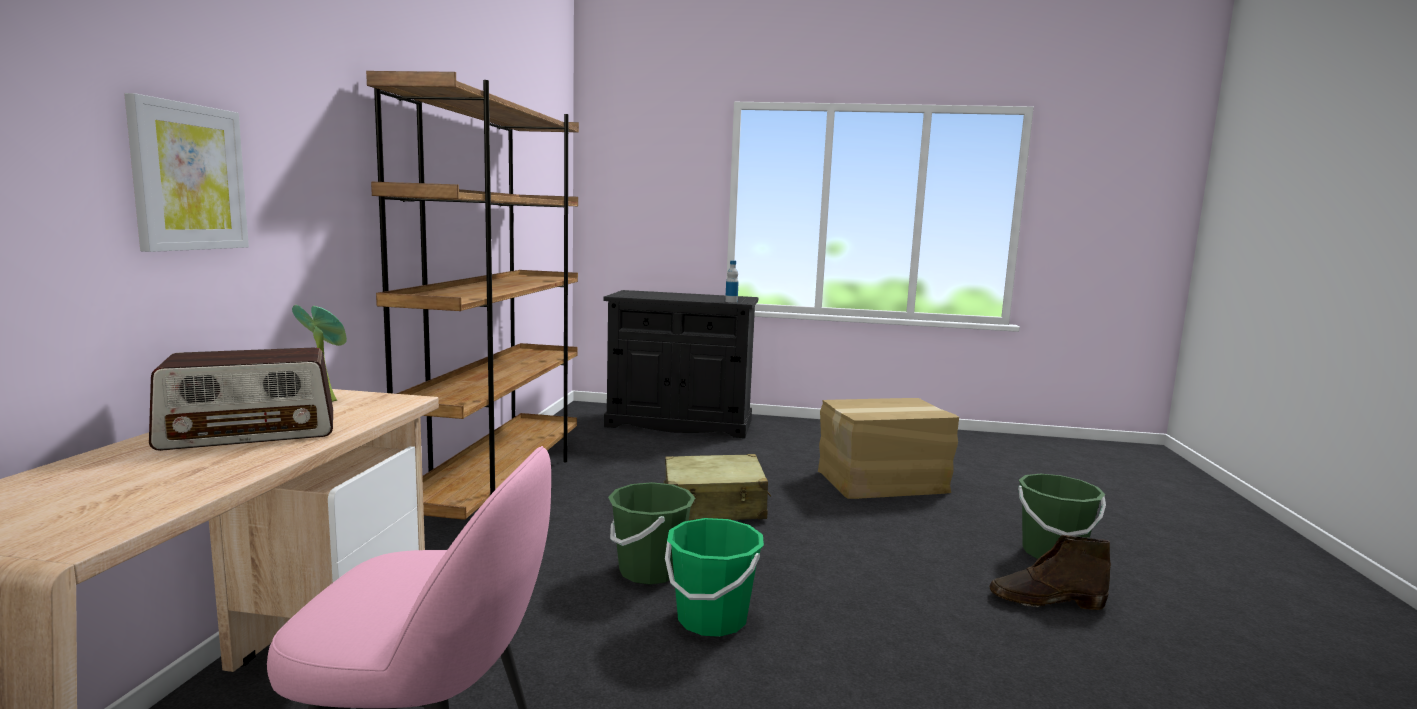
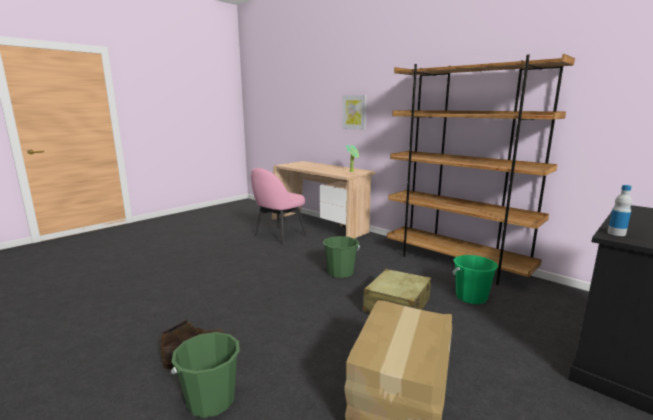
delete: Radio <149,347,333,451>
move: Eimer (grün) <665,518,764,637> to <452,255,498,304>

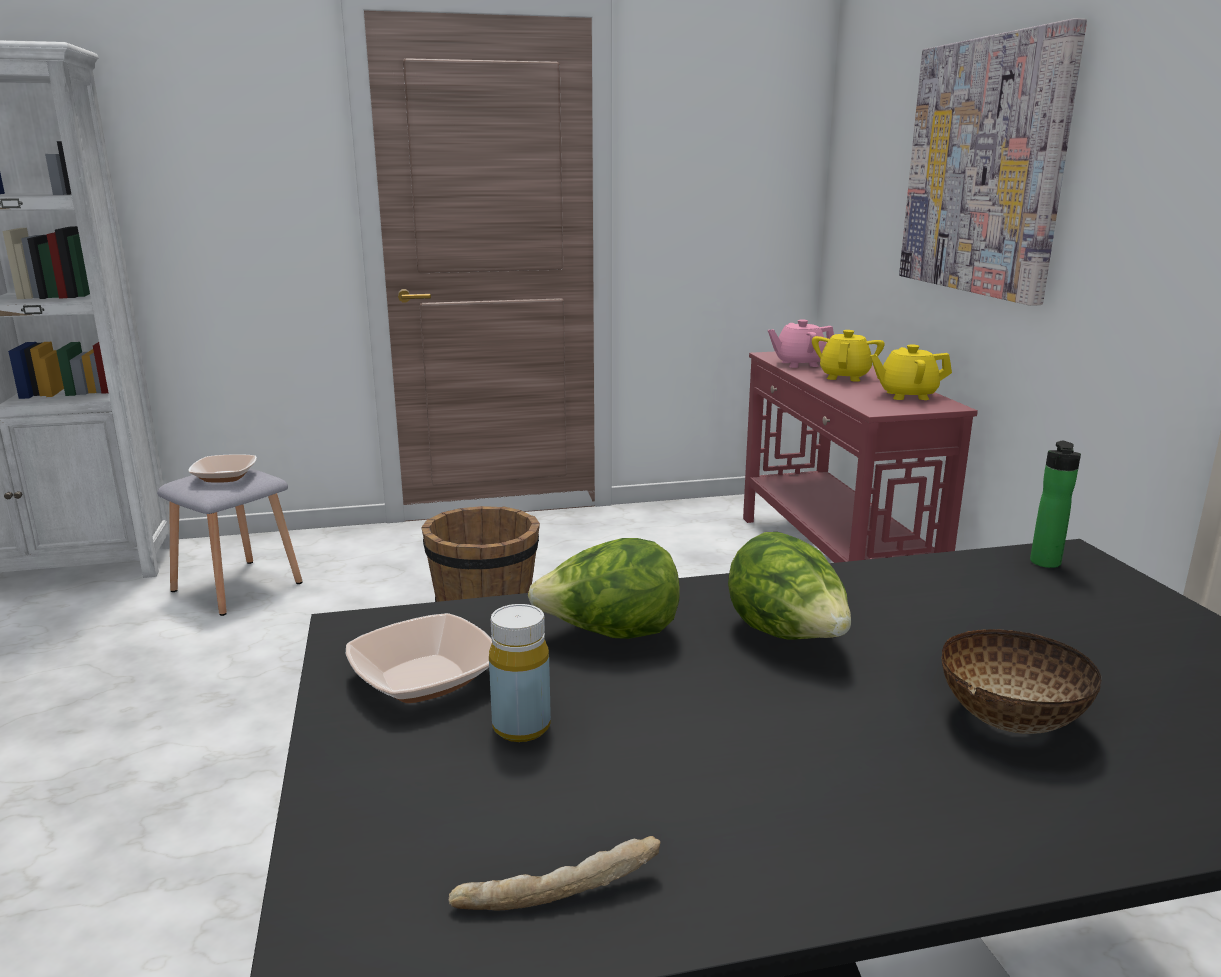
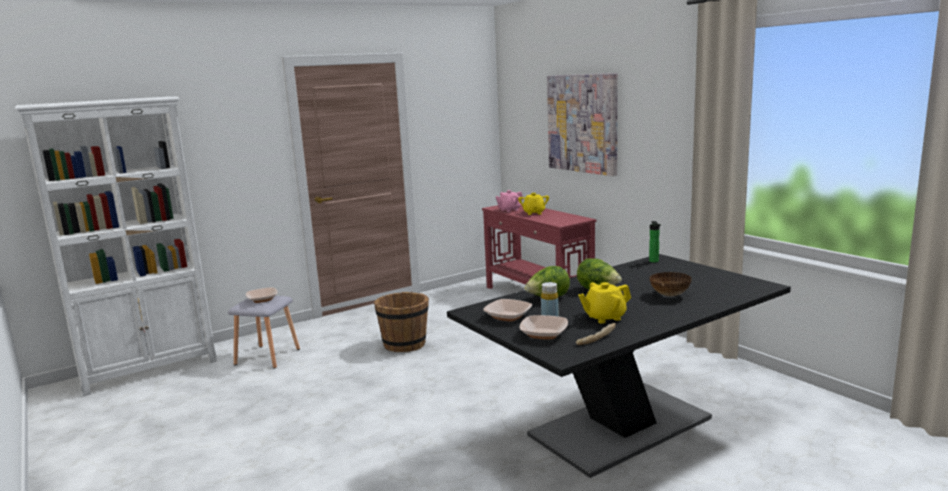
insert: Schüssel <519,315,568,339>
move: Teekanne (gelb) <870,344,952,400> to <578,282,631,323>

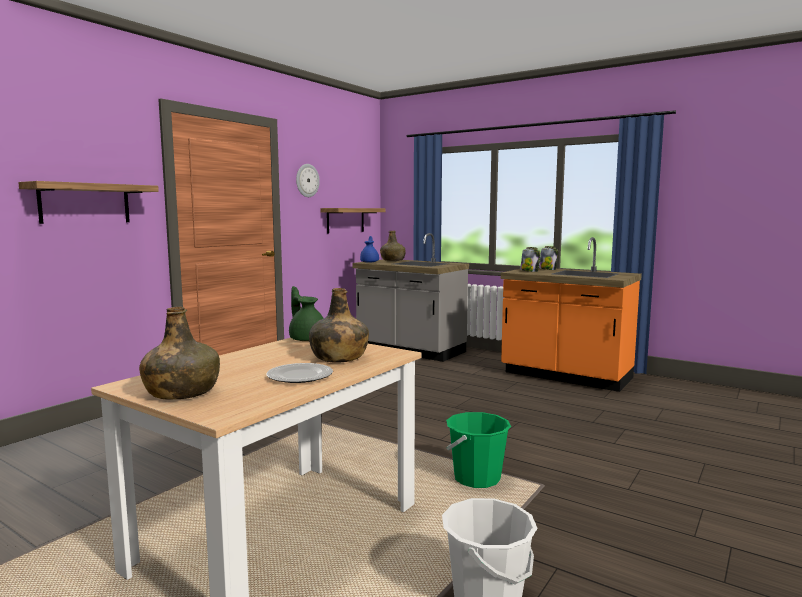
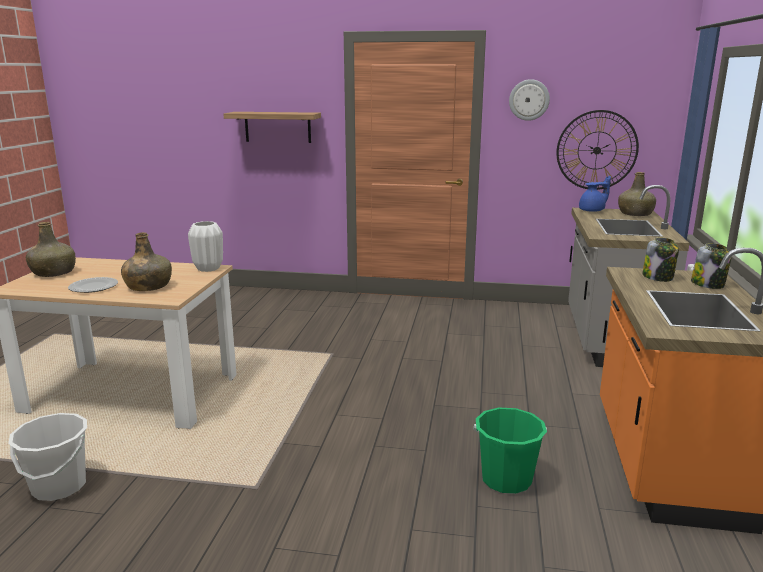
move: Eimer (grün) <446,412,511,488> to <474,407,547,494>
replace: Teekanne (grün) <289,286,324,341> to Vase (weiß) <188,221,223,272>; Wandregal <320,208,386,233> to Wanduhr <556,110,639,190>

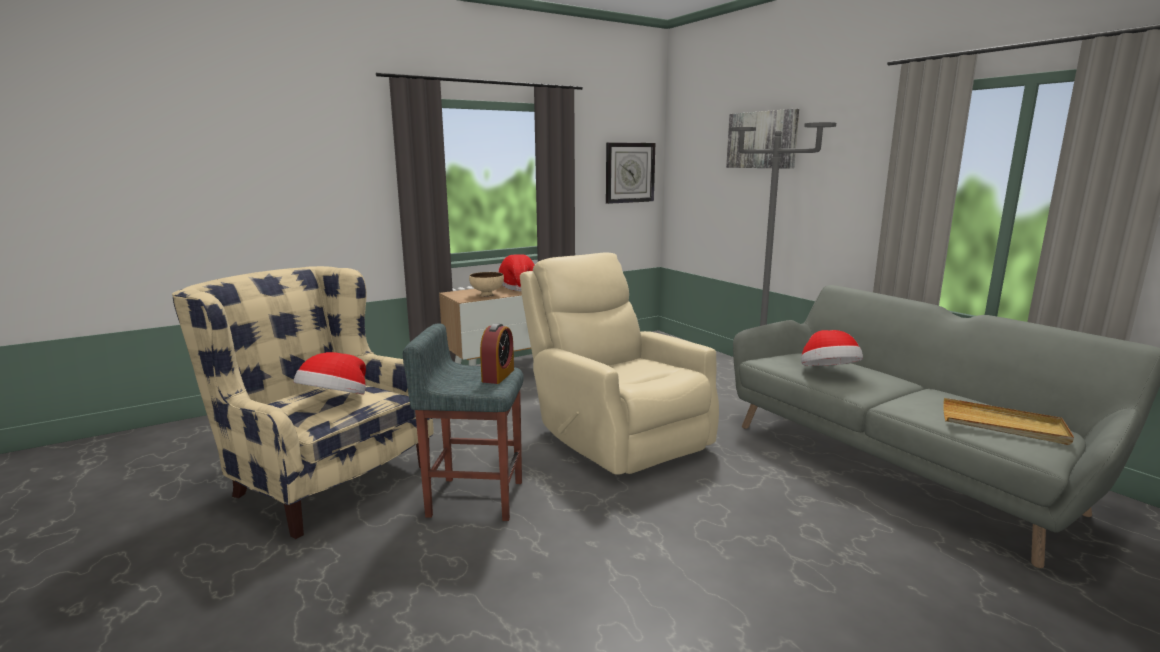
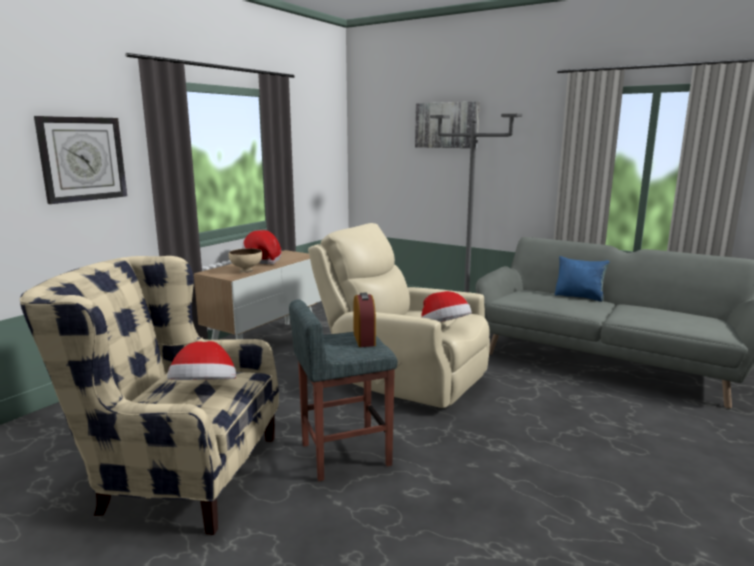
delete: Tablett (beige) <943,398,1074,445>
insert: Kissen (blau) <555,256,610,302>
move: Wanduhr <606,142,655,204> to <34,116,127,204>; Hut <801,330,863,366> to <421,291,472,322>

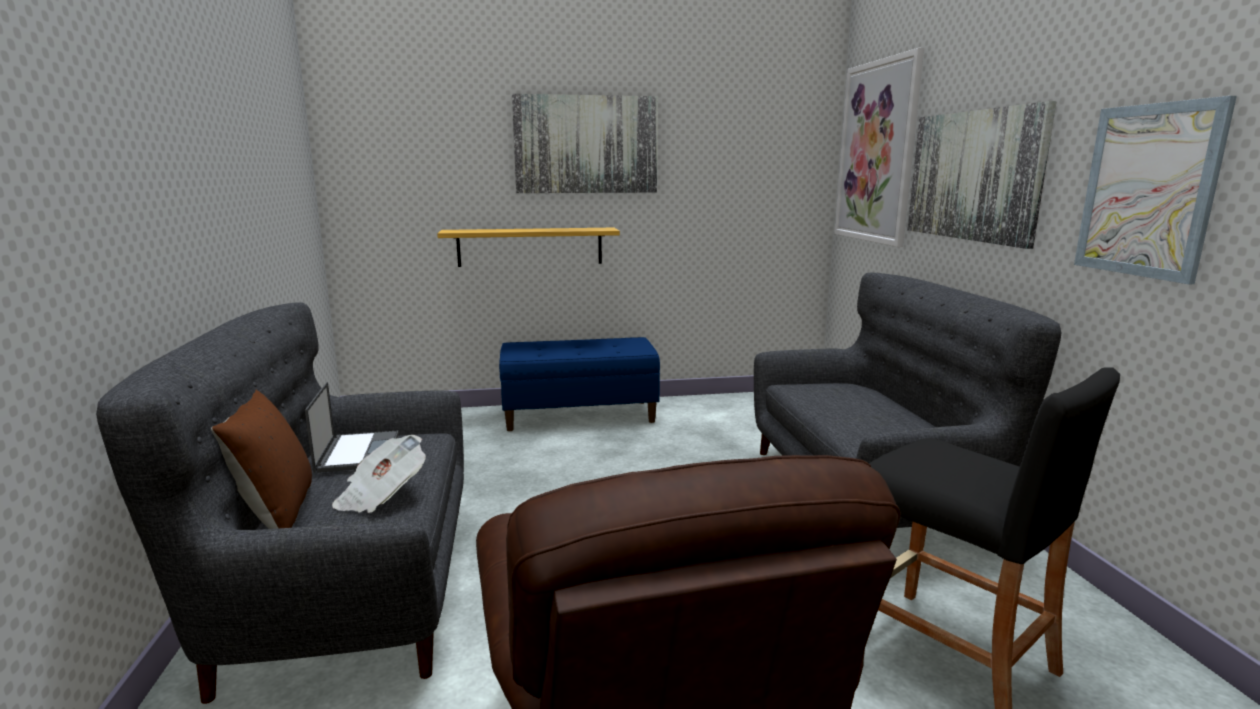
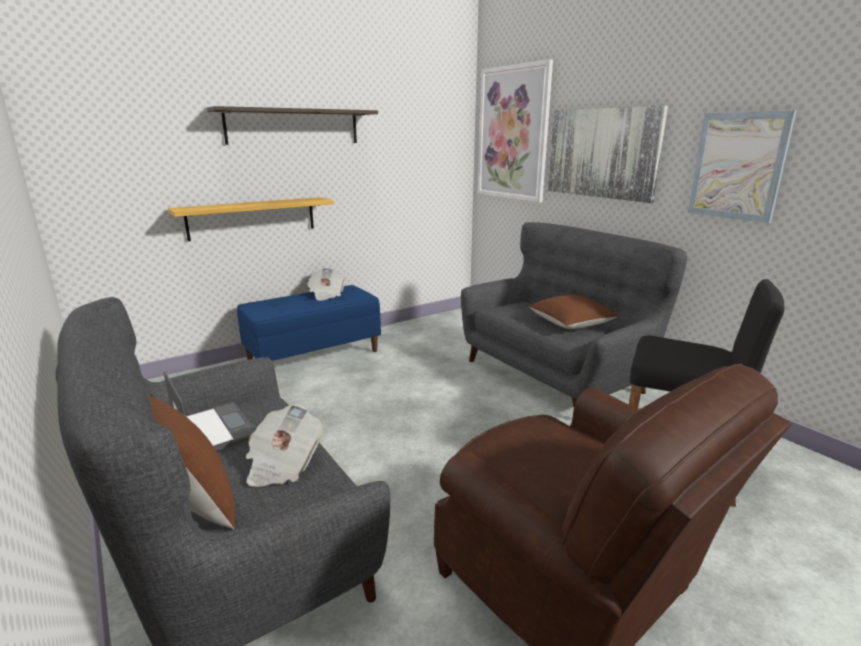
insert: Zeitung <307,268,346,301>; Kissen (braun) <529,295,619,329>
replace: Bild <512,94,658,193> to Wandregal <207,106,378,145>

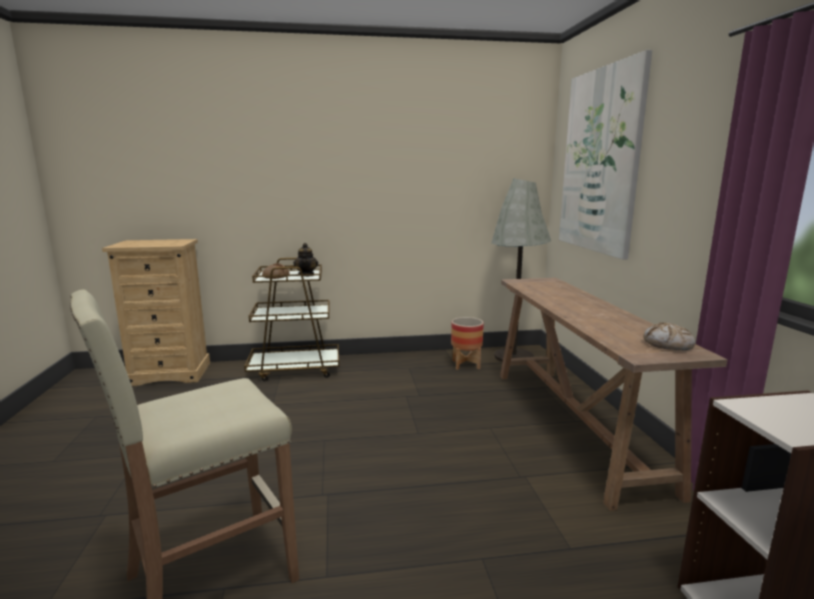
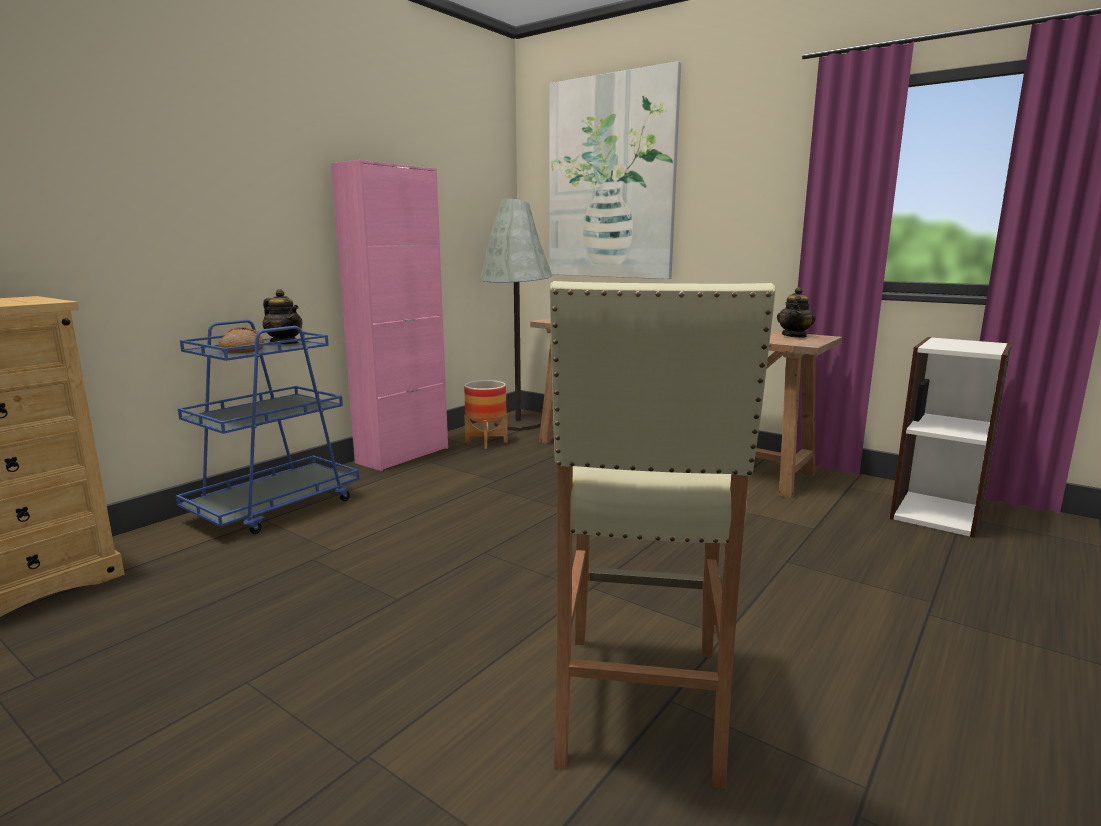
insert: Schrank (rosa) <331,160,448,471>
replace: Brot <643,323,695,350> to Teekanne <777,287,816,338>
recolor: Rollwagen (braun) <244,258,339,381> to Rollwagen (blau) <176,319,359,534>

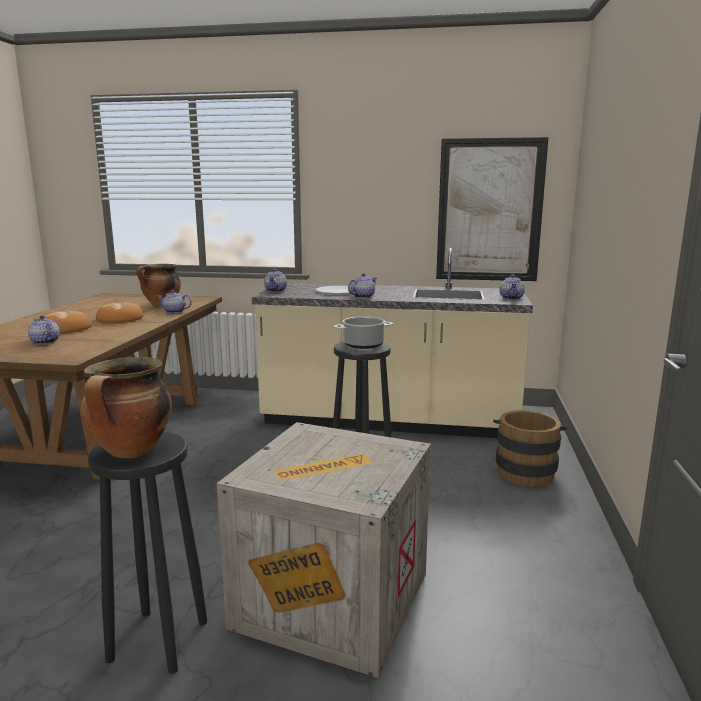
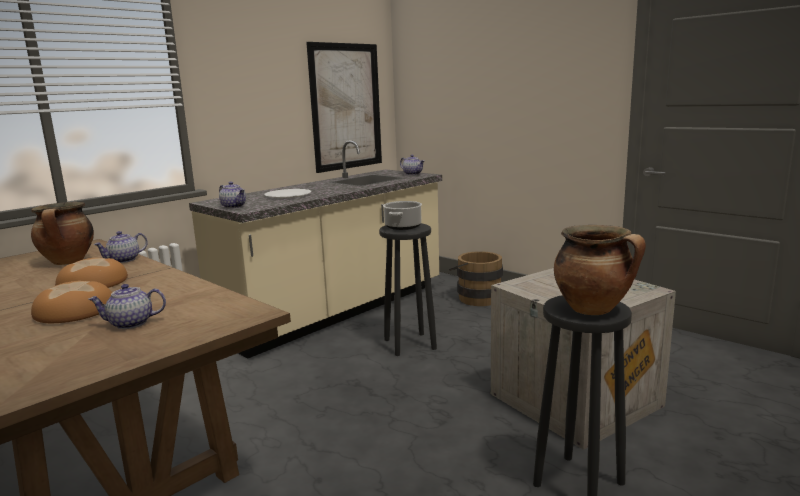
delete: Teekanne <348,273,377,298>

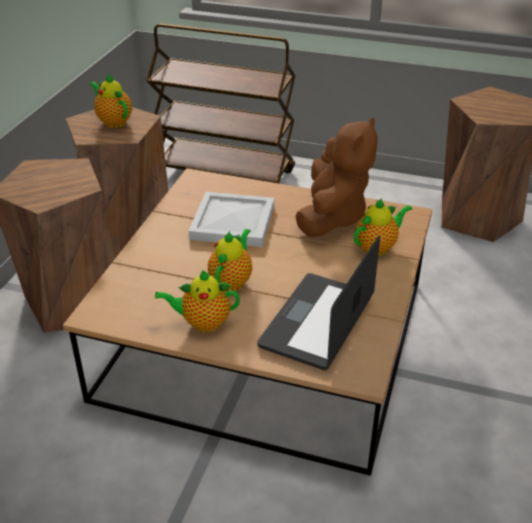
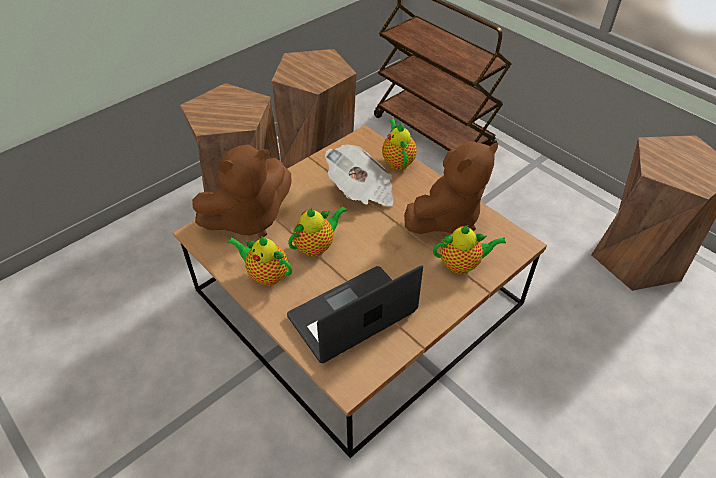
insert: Plüschtier (braun) <192,144,291,238>
move: Teekanne <89,73,132,128> to <382,119,417,170>
replace: Tablett (weiß) <189,192,274,247> to Zeitung <325,145,393,207>

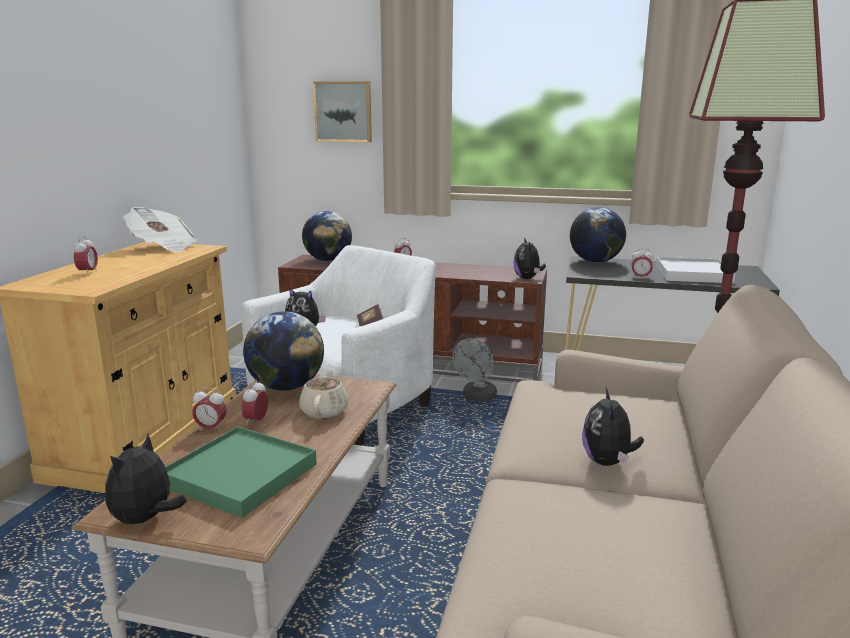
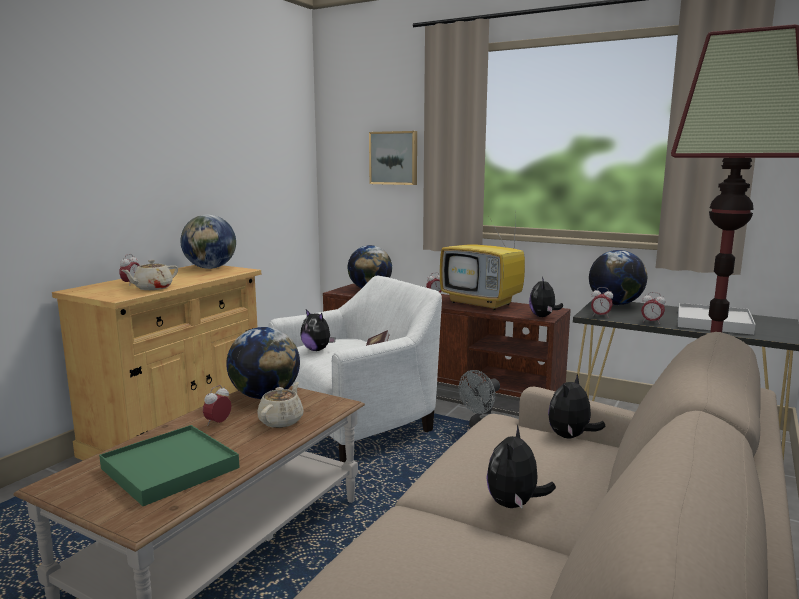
insert: Teekanne (beige) <121,260,178,290>; Fernseher <440,217,525,310>
move: Plüschtier <105,434,187,524> to <548,374,606,438>; Wecker <192,387,227,432> to <591,287,613,318>
replace: Zeitung <123,207,197,252> to Globus <180,214,236,269>

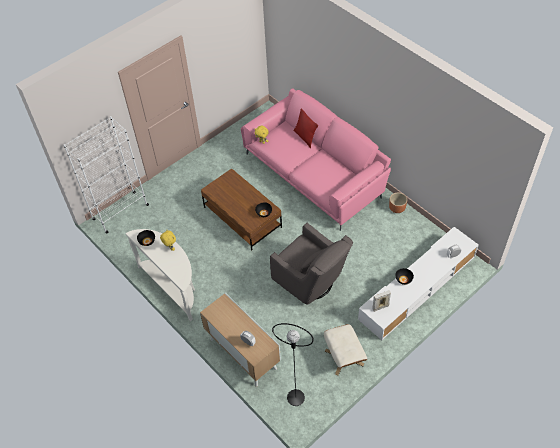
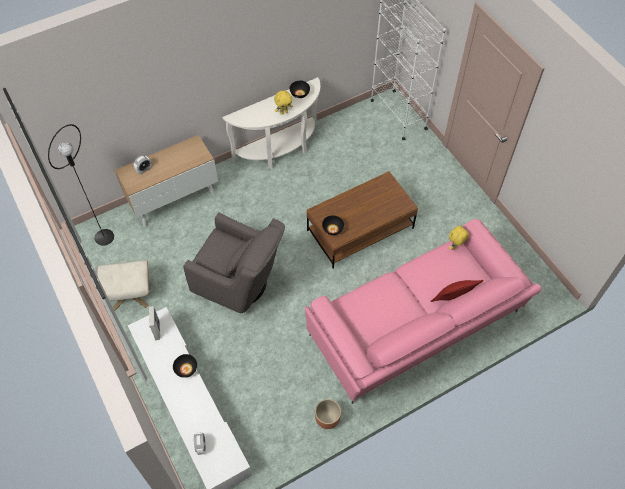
rotate: Sessel (grau) <270,222,353,304> = <183,212,285,313> 120 degrees counterclockwise

